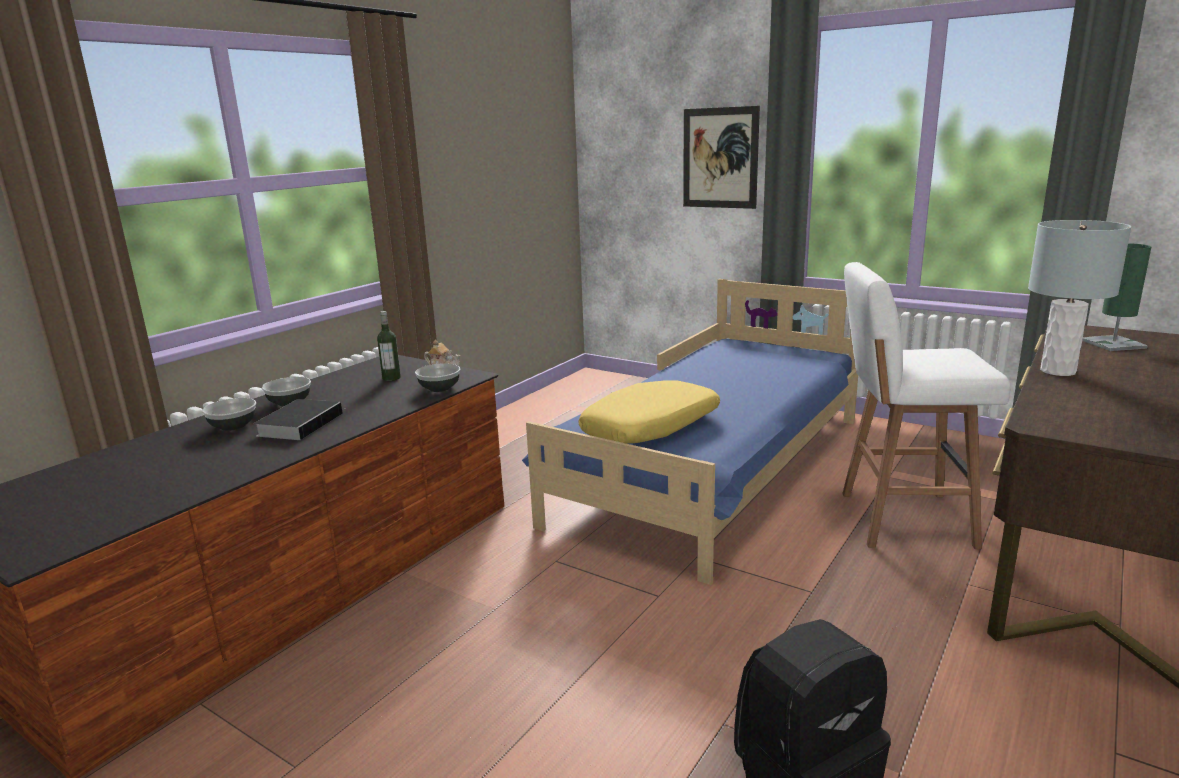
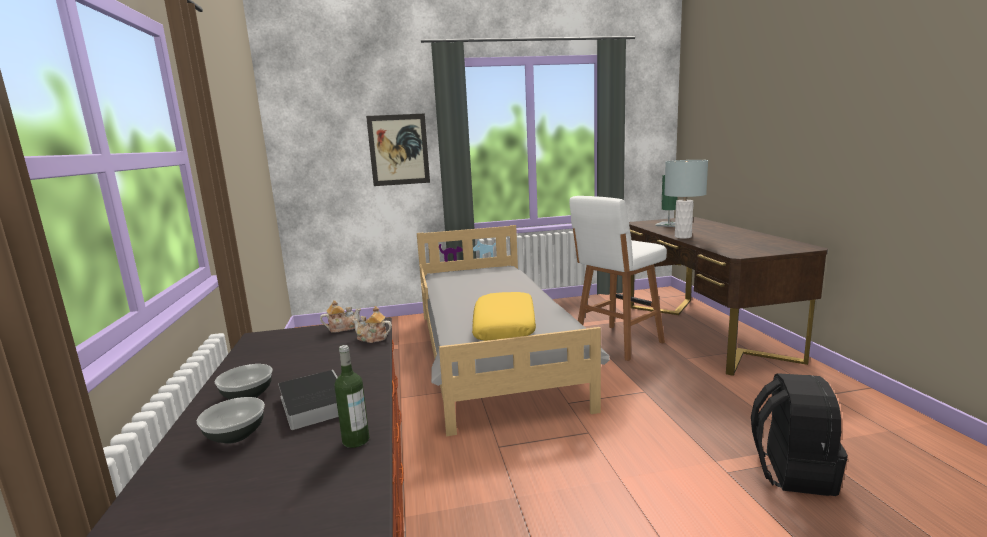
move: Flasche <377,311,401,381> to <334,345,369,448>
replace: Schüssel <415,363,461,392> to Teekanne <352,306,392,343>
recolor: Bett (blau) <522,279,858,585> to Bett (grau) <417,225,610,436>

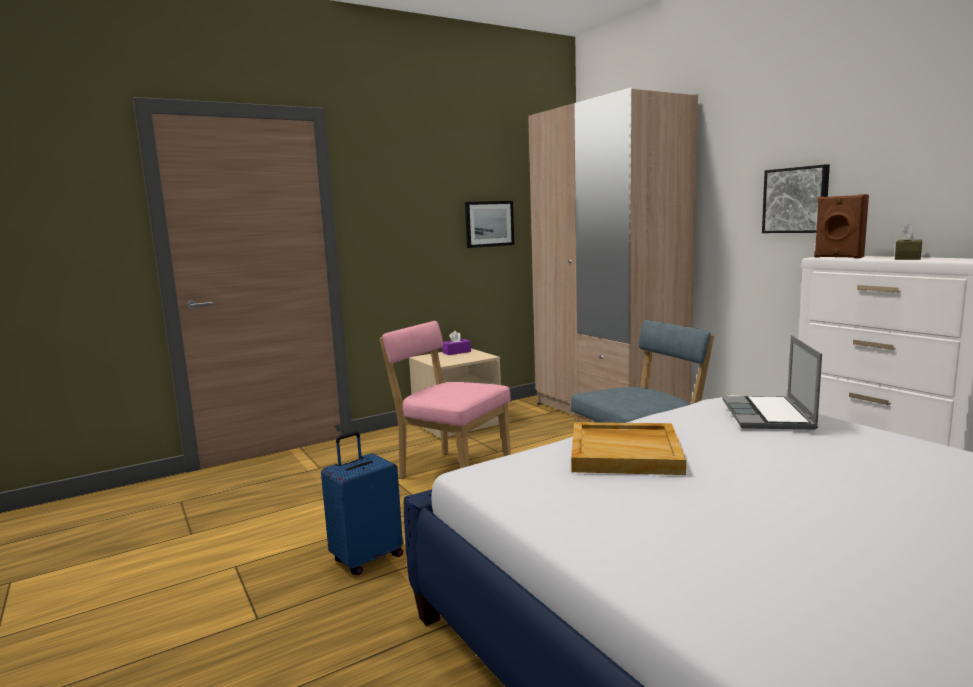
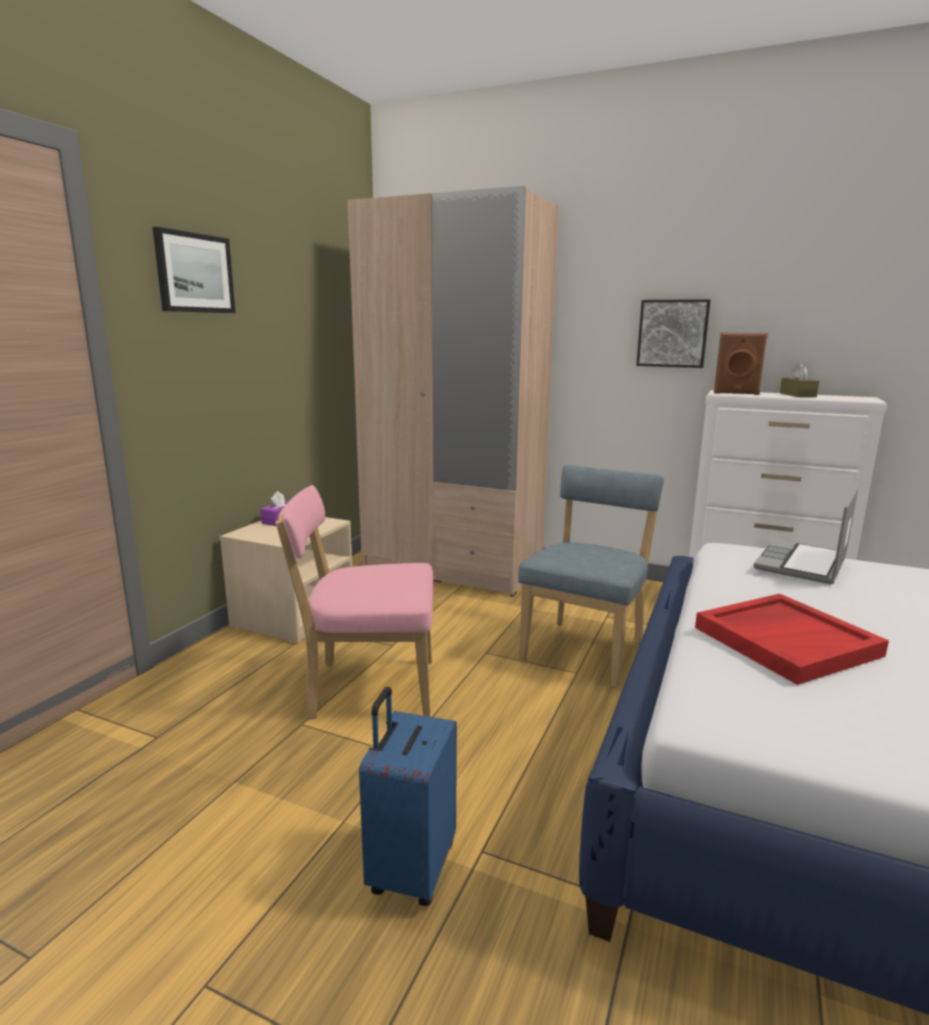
move: Bild <465,201,514,248> to <153,227,235,313>
recolor: Tablett (beige) <571,422,686,475> to Tablett (rot) <695,594,889,685>
rotate: Laptop <723,335,822,430> = <754,487,858,584> 60 degrees clockwise

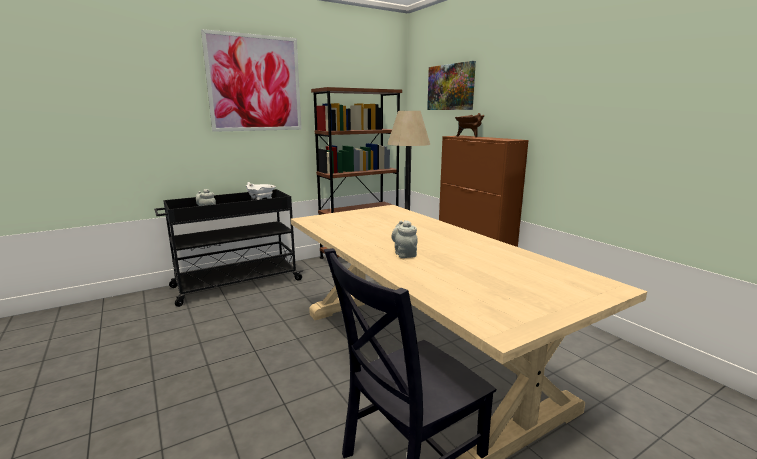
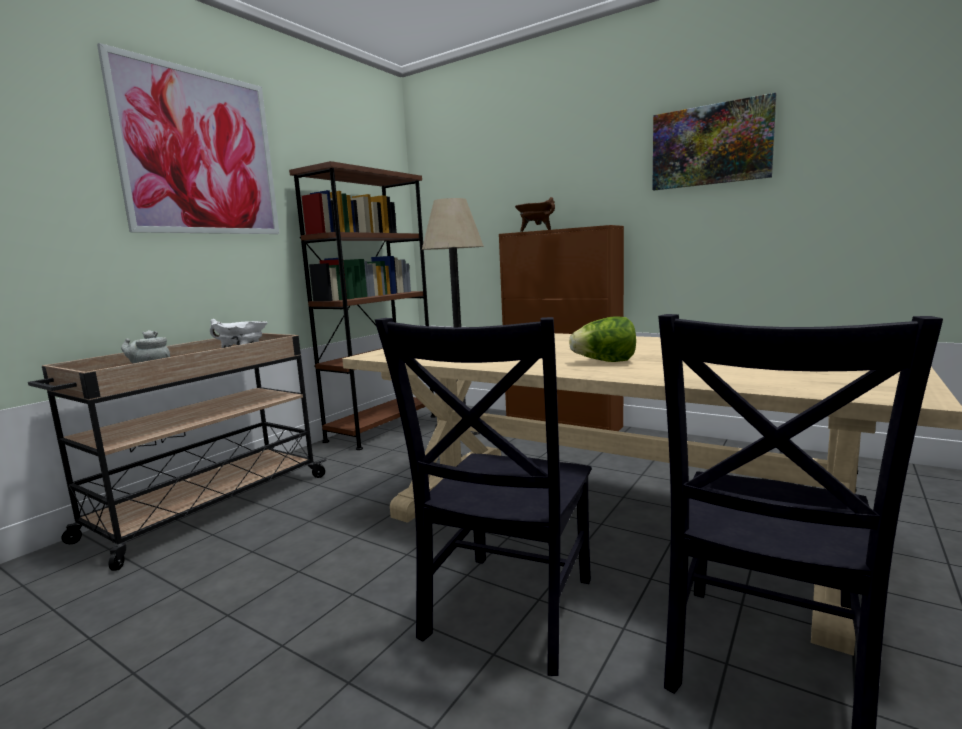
insert: Stuhl (schwarz) <375,317,591,676>
move: Bild <427,61,476,110> to <652,92,776,190>
replace: Teekanne (grau) <391,220,418,258> to Salatkopf <569,316,636,362>
recolor: Rollwagen (schwarz) <154,189,303,307> to Rollwagen (beige) <28,333,327,571>

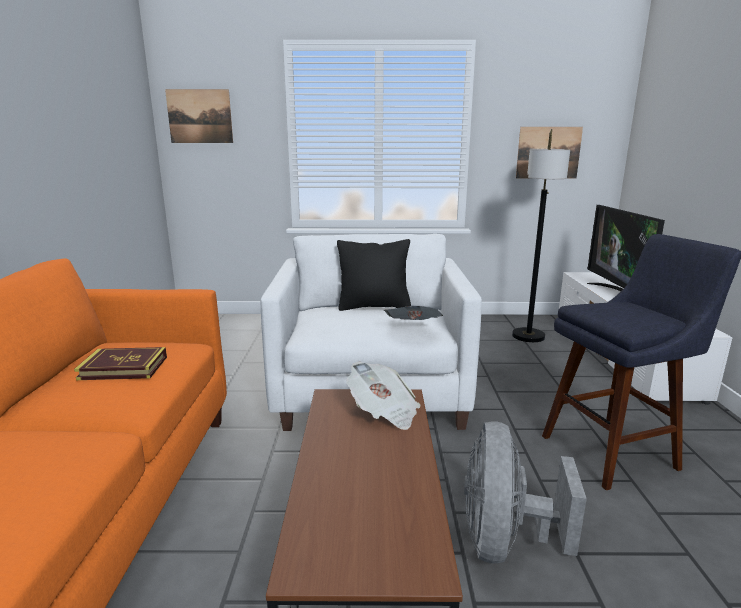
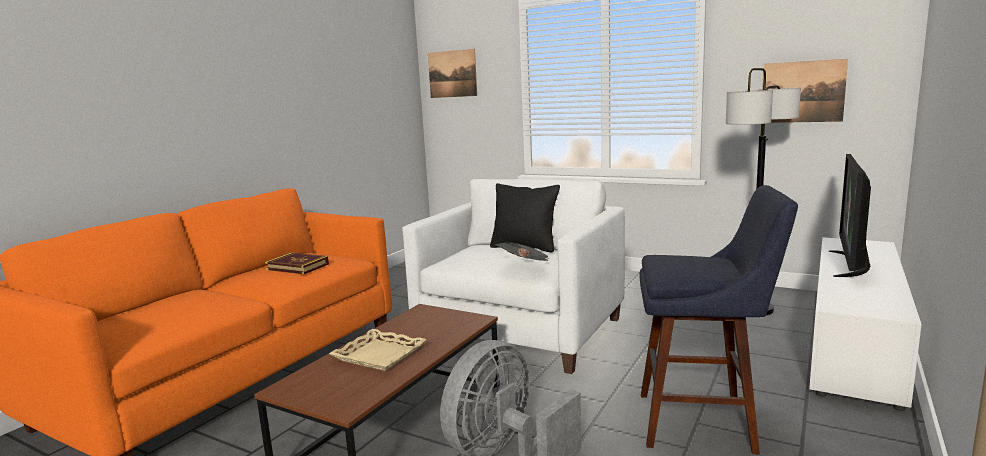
delete: Zeitung <346,362,420,430>
insert: Tablett (beige) <329,329,427,371>

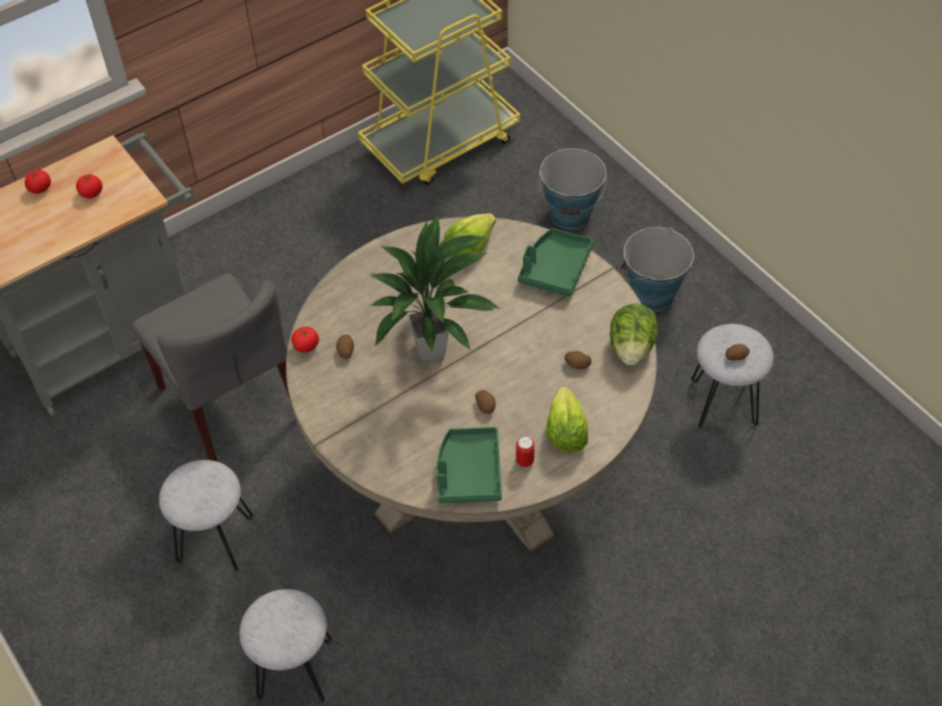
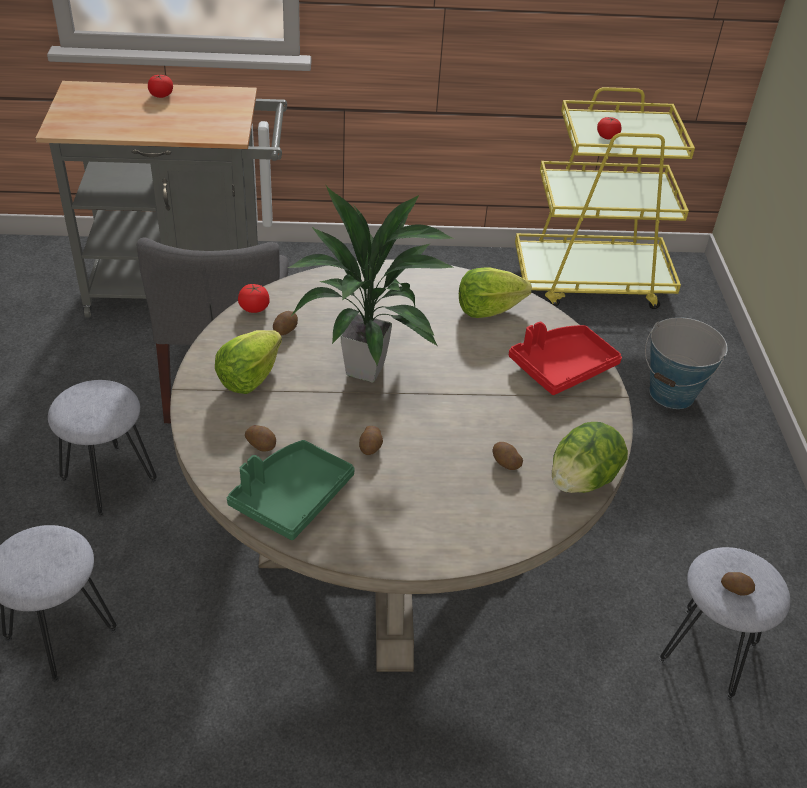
delete: Dose <516,436,535,467>; Eimer <621,227,694,311>
insert: Kartoffel <245,425,276,452>
move: Tomate <76,174,103,199> to <597,117,622,139>; Salatkopf <546,387,588,452> to <215,330,282,394>
recolor: Tablett (grün) <518,228,593,296> to Tablett (rot) <509,322,622,395>

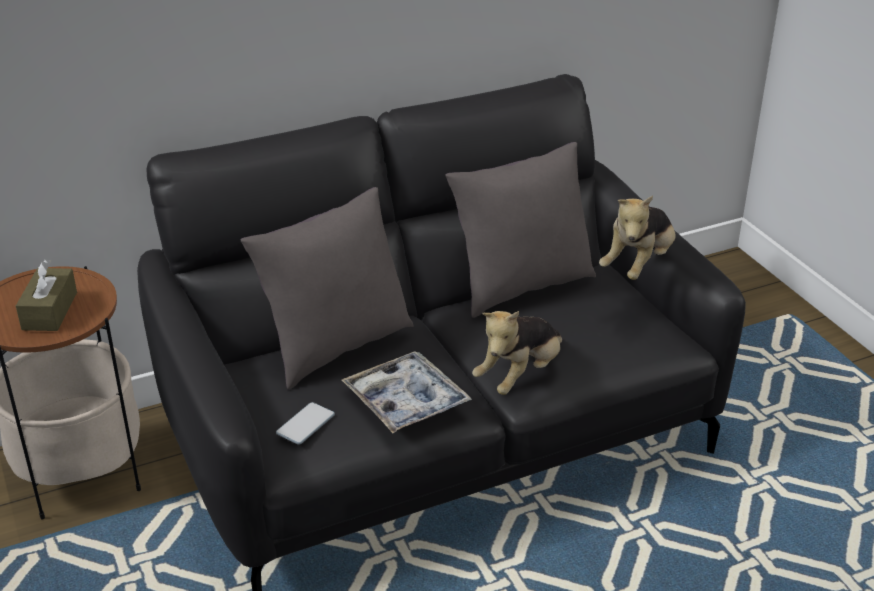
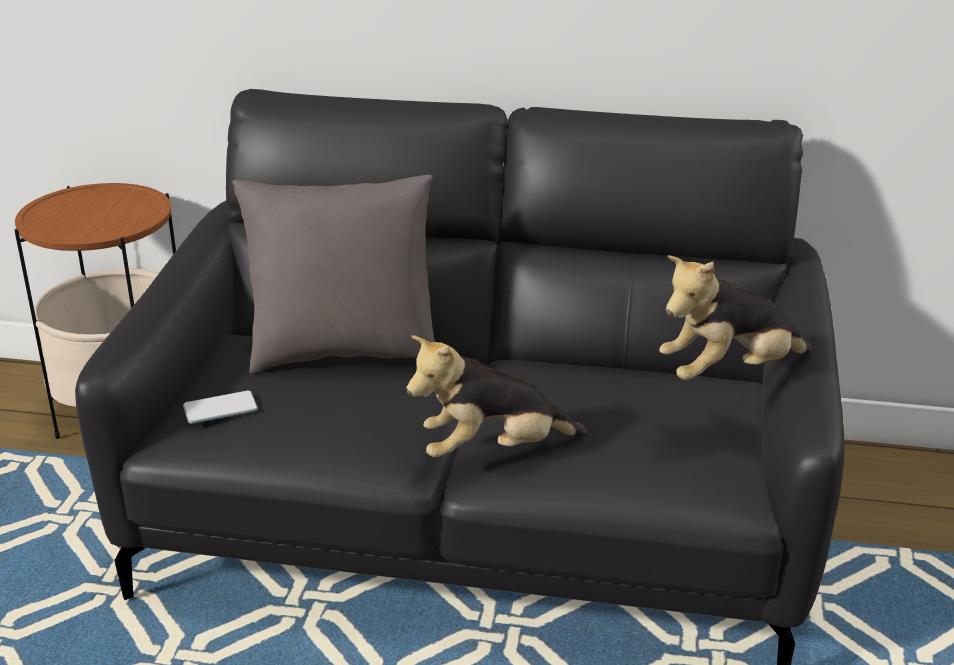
delete: Taschentuchbox (braun) <16,259,77,331>; Tablett <342,351,472,433>; Kissen (grau) <445,142,596,318>

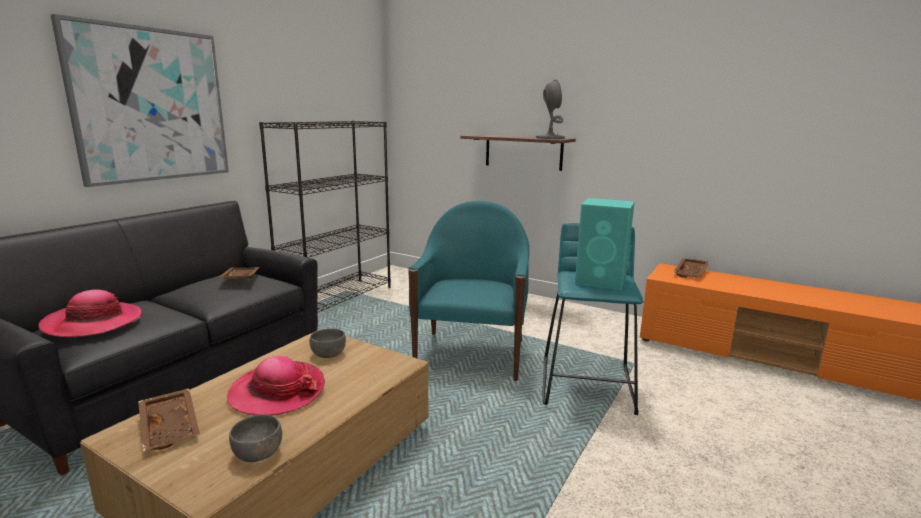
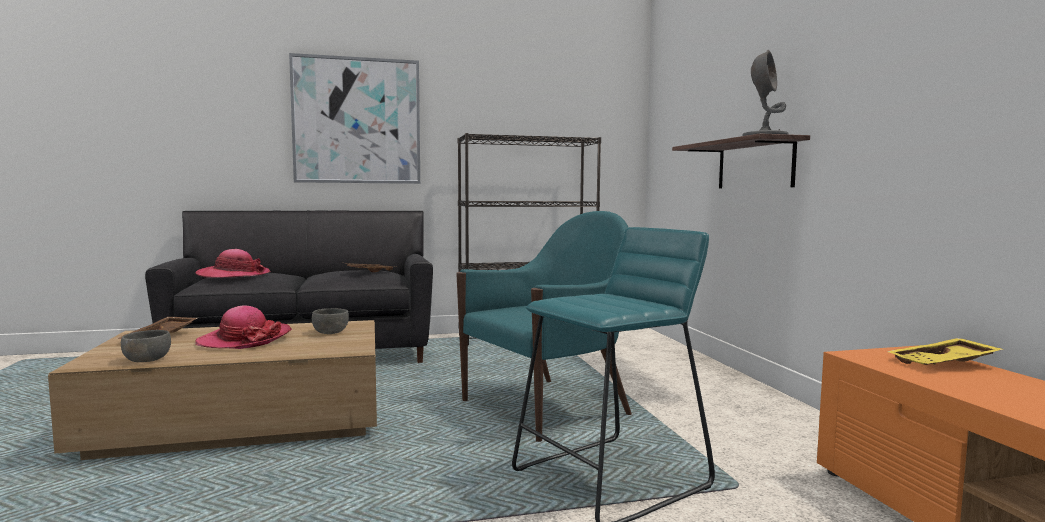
delete: Lautsprecher (türkis) <575,198,635,290>
recolor: Tablett (braun) <673,258,709,278> to Tablett (gelb) <887,338,1004,365>

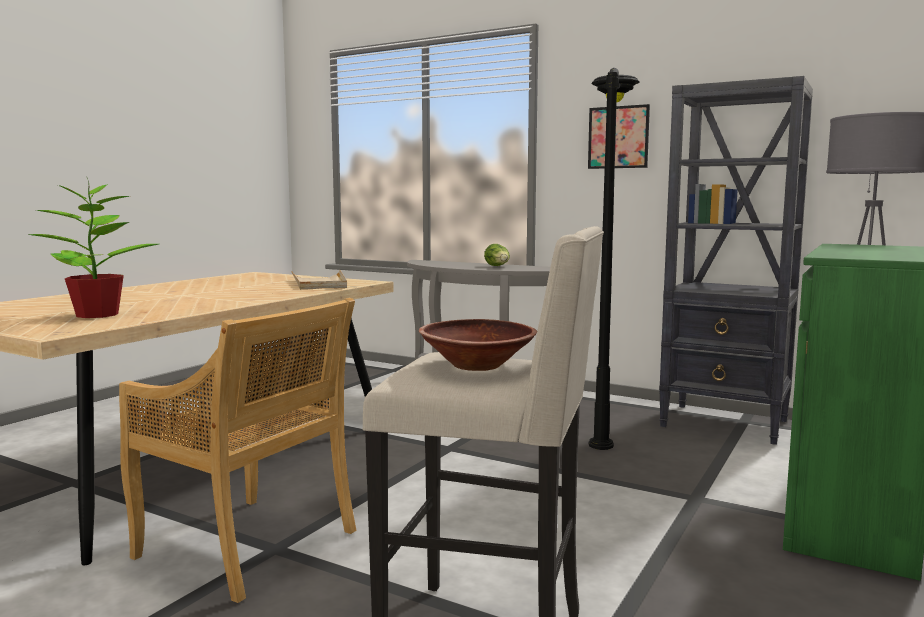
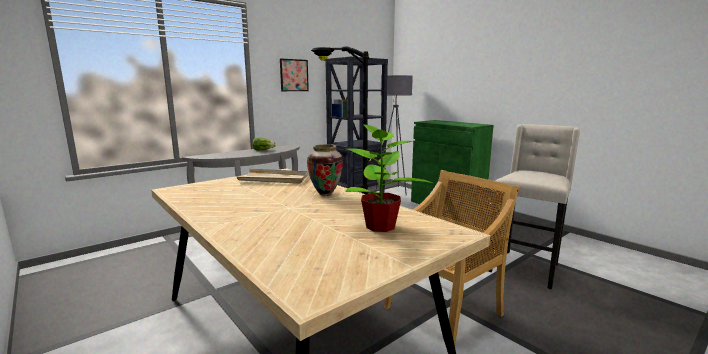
delete: Schüssel (braun) <419,319,537,371>
insert: Vase <307,144,343,196>

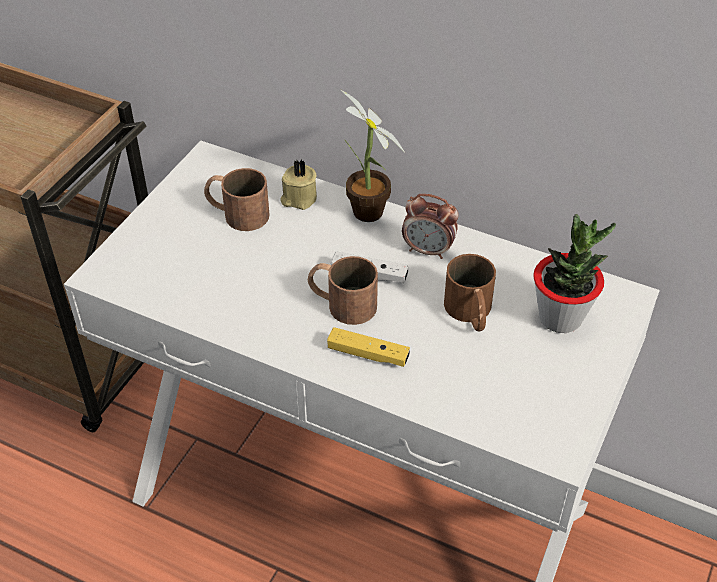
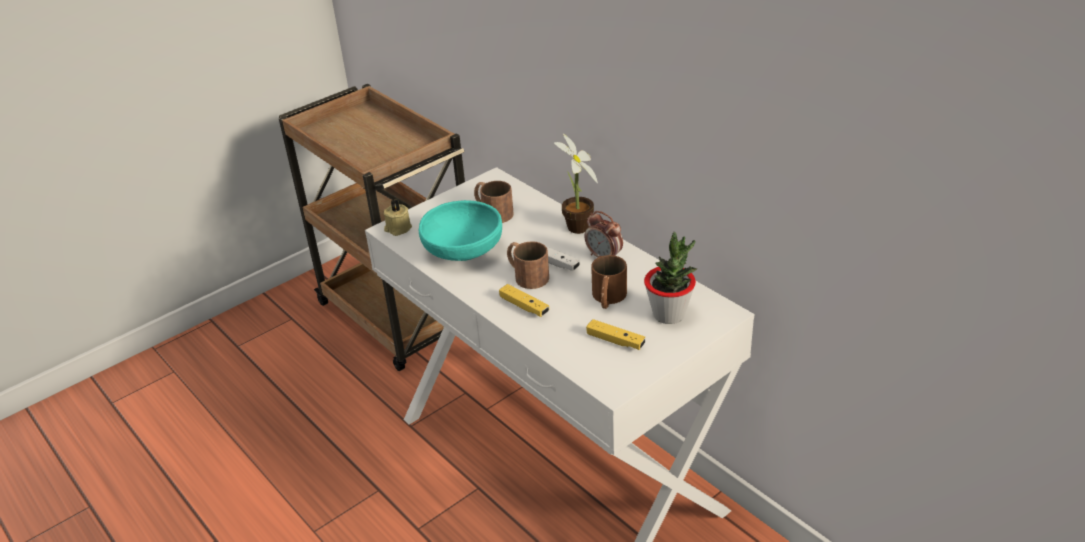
insert: Schüssel (türkis) <419,200,502,261>; Gamepad (gelb) <586,319,645,350>
move: Kerze (beige) <280,159,317,210> to <383,199,412,236>

